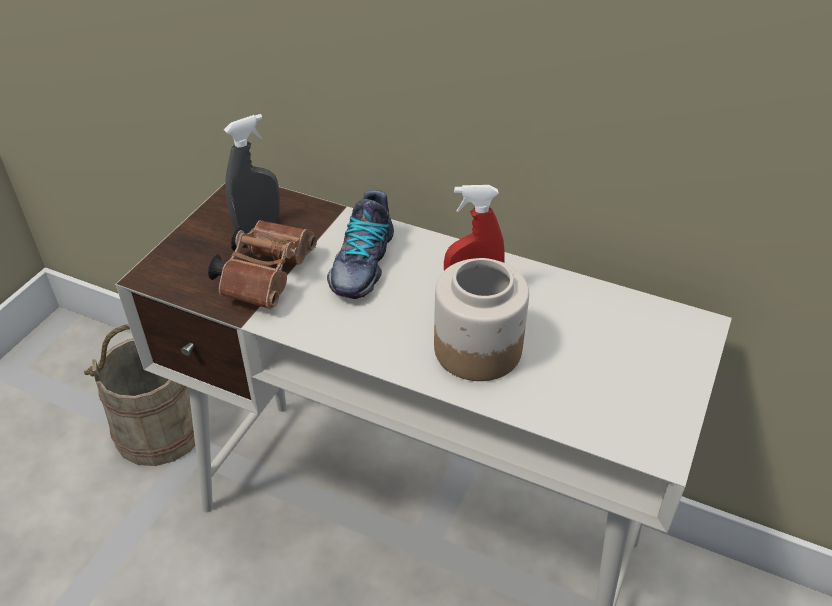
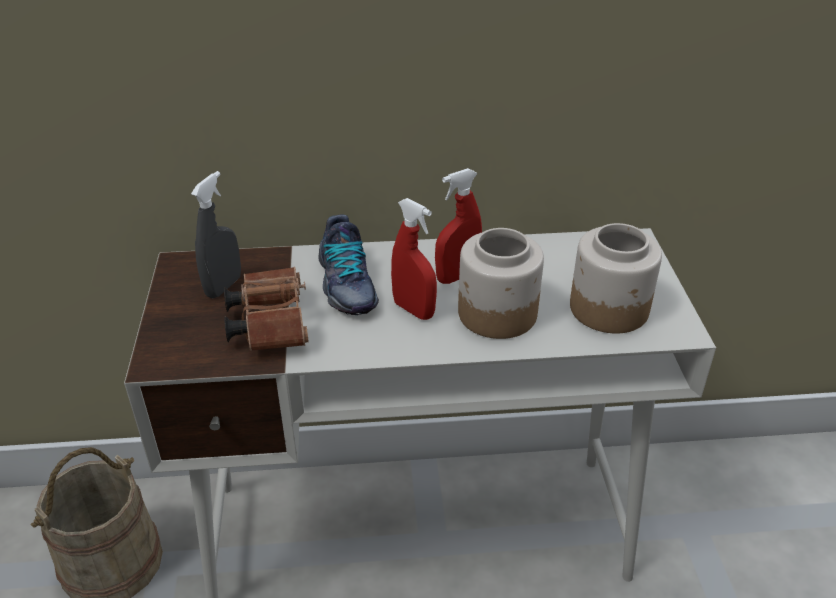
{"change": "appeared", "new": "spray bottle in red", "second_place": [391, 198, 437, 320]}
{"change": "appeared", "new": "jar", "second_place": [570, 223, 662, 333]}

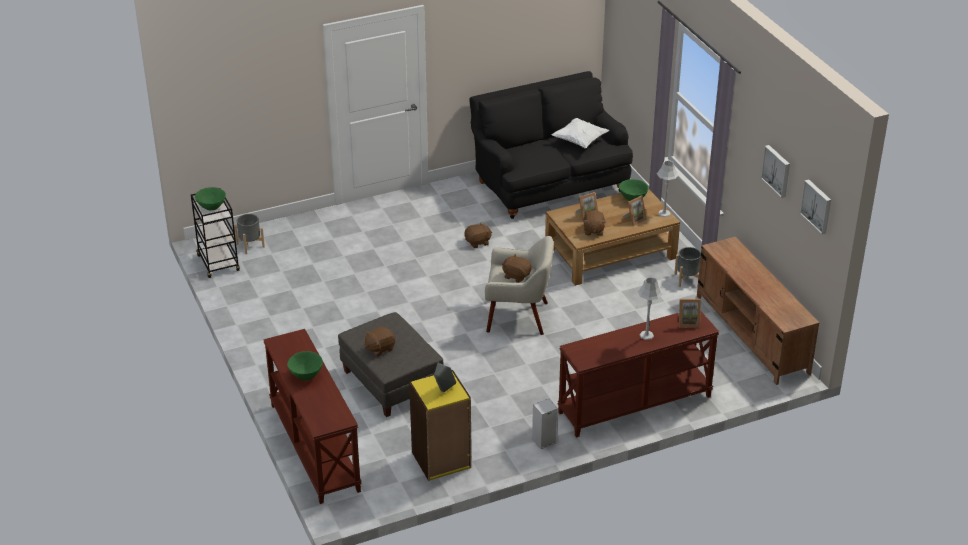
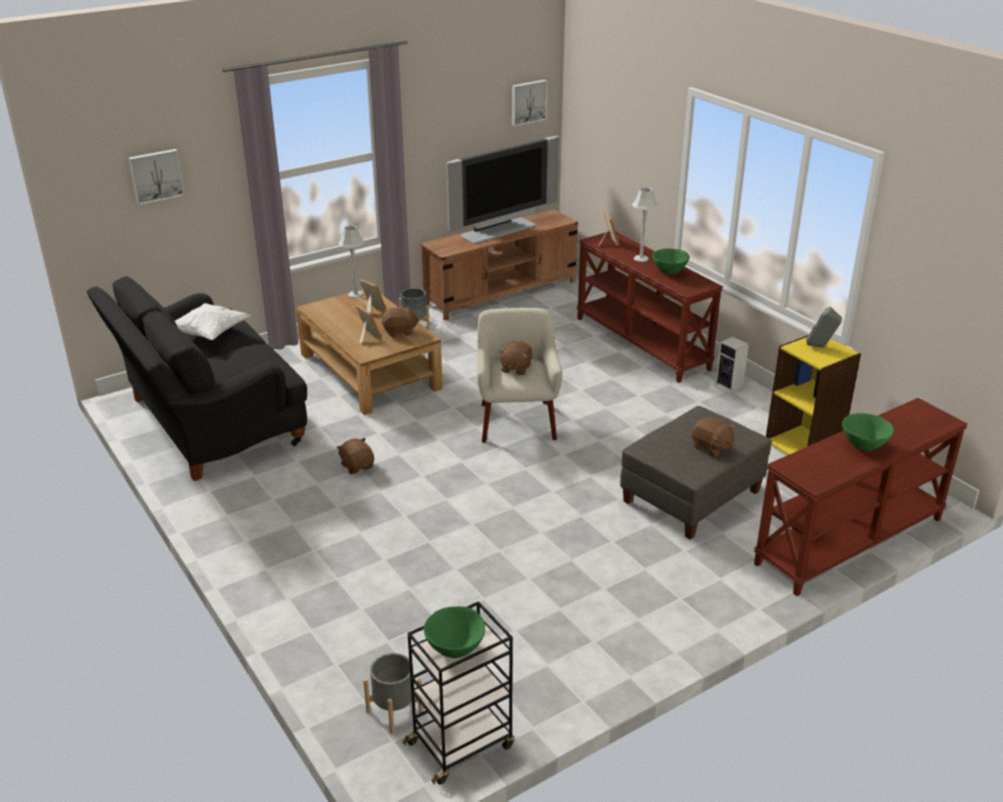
{"change": "relocated", "old": "bowl in green", "first_place": [619, 179, 649, 201], "second_place": [653, 249, 690, 275]}
{"change": "relocated", "old": "picture", "first_place": [761, 145, 790, 198], "second_place": [129, 149, 185, 205]}
{"change": "appeared", "new": "television", "second_place": [446, 136, 559, 244]}

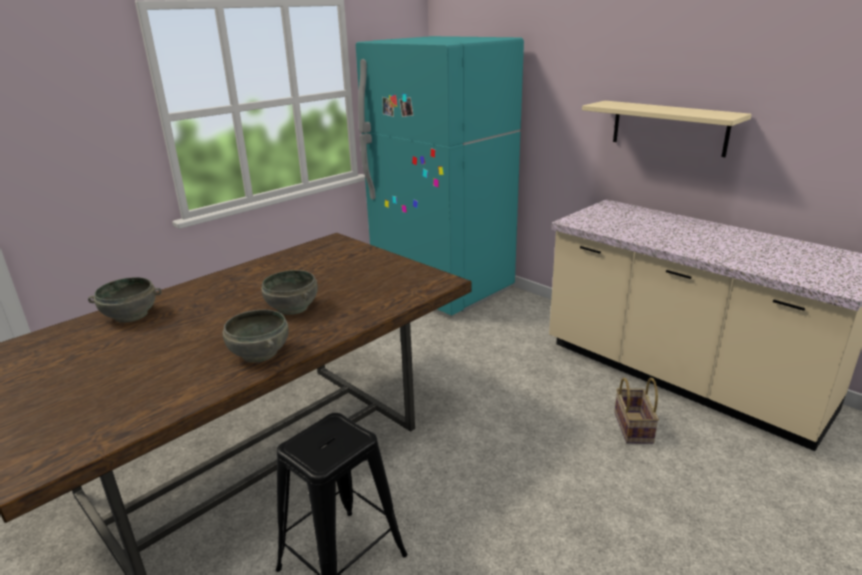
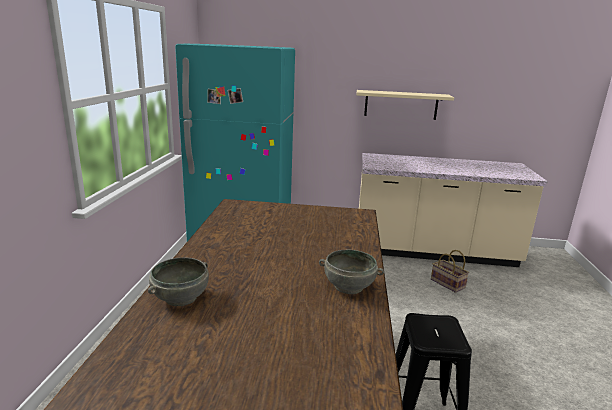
{"change": "missing", "old": "bowl in grey", "first_place": [261, 270, 318, 315]}

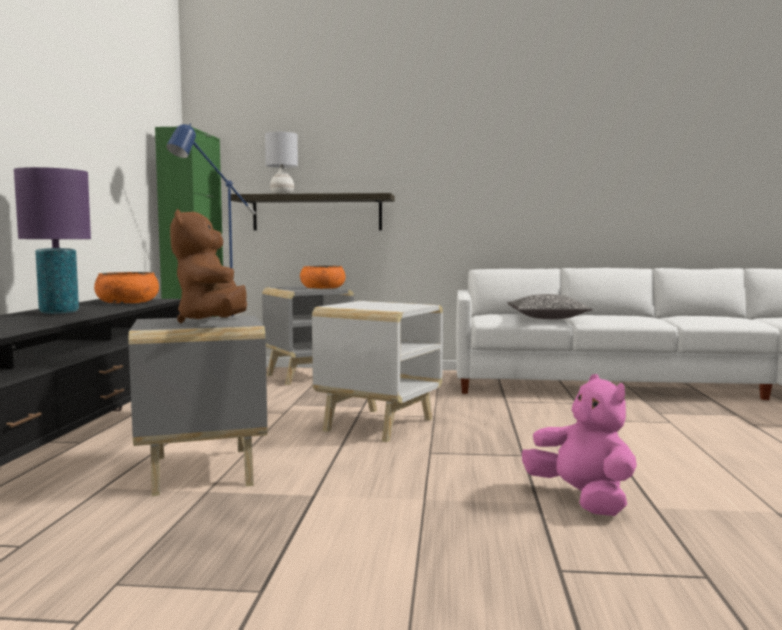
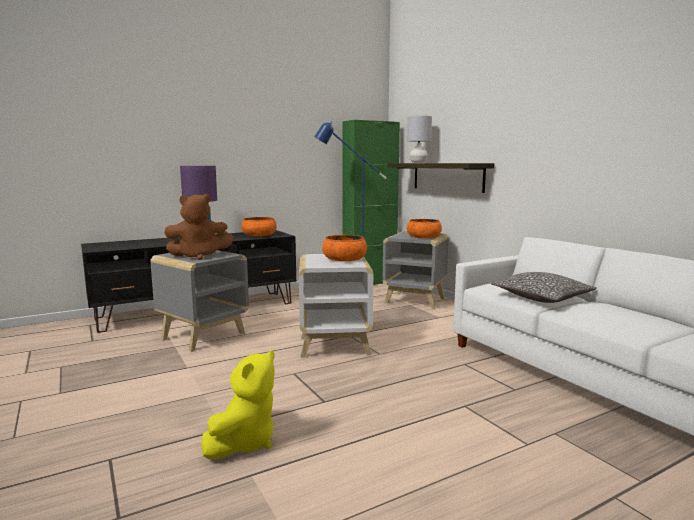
{"change": "spun", "old": "plush toy in brown", "first_place": [170, 209, 247, 323], "second_place": [164, 194, 234, 260], "degrees": -150}
{"change": "colour", "old": "plush toy in pink", "new": "plush toy in yellow", "first_place": [522, 374, 637, 516], "second_place": [201, 350, 275, 459]}
{"change": "appeared", "new": "bowl in orange", "second_place": [322, 235, 367, 261]}

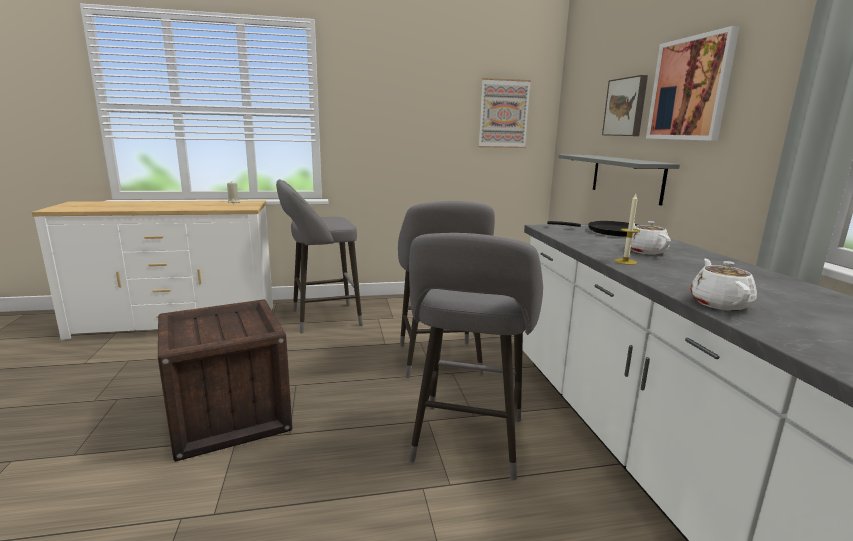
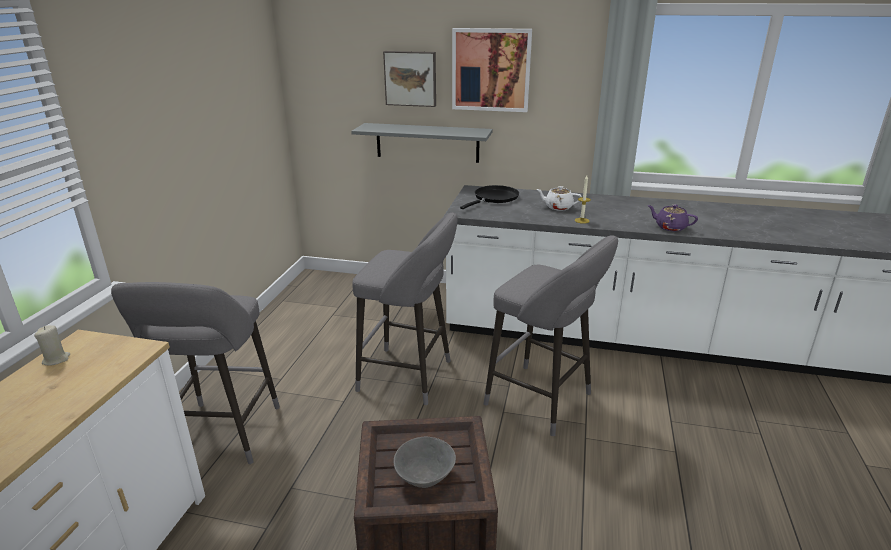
{"change": "missing", "old": "picture", "first_place": [479, 78, 531, 148]}
{"change": "colour", "old": "teapot in white", "new": "teapot in purple", "first_place": [690, 259, 757, 311], "second_place": [647, 204, 698, 231]}
{"change": "appeared", "new": "bowl in grey", "second_place": [394, 437, 456, 488]}

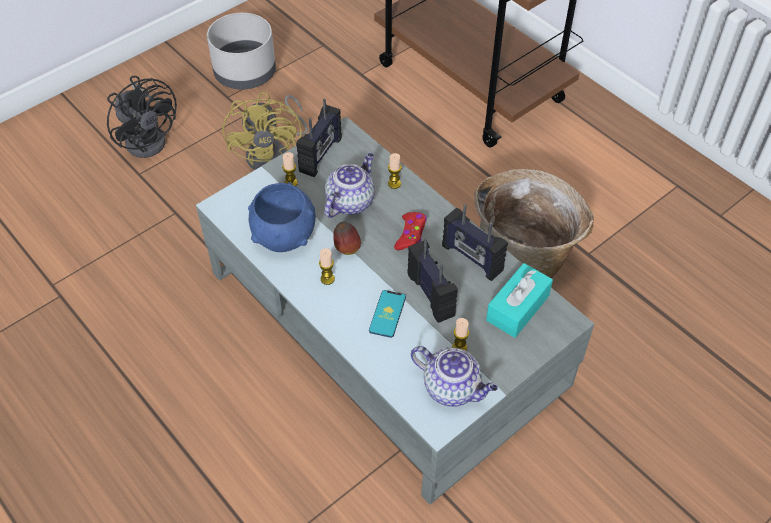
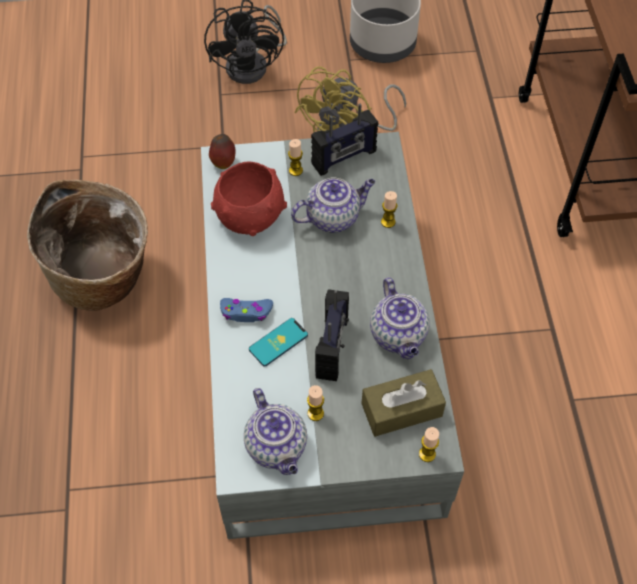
{"change": "colour", "old": "bowl in blue", "new": "bowl in red", "first_place": [248, 182, 316, 252], "second_place": [211, 161, 287, 236]}
{"change": "relocated", "old": "candle", "first_place": [319, 248, 335, 285], "second_place": [419, 427, 439, 462]}
{"change": "relocated", "old": "apple", "first_place": [333, 222, 361, 255], "second_place": [209, 134, 236, 169]}
{"change": "missing", "old": "game controller in red", "first_place": [394, 212, 427, 250]}
{"change": "exchanged", "old": "radio", "new": "teapot", "first_place": [442, 204, 508, 281], "second_place": [370, 277, 430, 359]}
{"change": "relocated", "old": "basket", "first_place": [475, 169, 594, 278], "second_place": [27, 180, 148, 311]}
{"change": "colour", "old": "tissue box in turquoise", "new": "tissue box in brown", "first_place": [486, 263, 553, 338], "second_place": [361, 369, 446, 437]}
{"change": "appeared", "new": "game controller in blue", "second_place": [220, 298, 273, 322]}

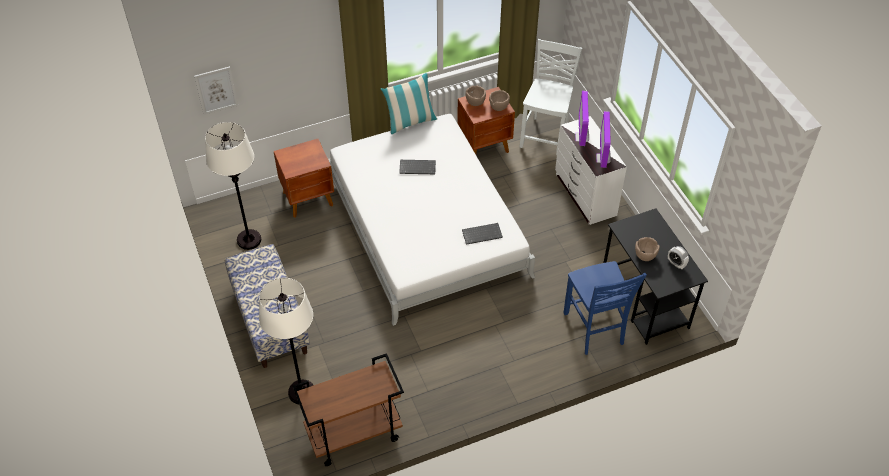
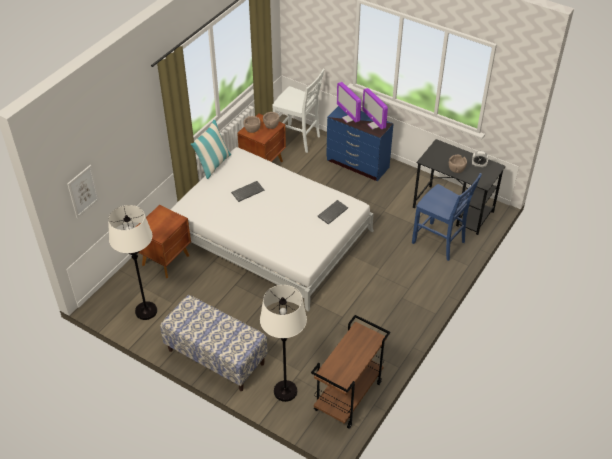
{"change": "spun", "old": "chair in white", "first_place": [520, 39, 582, 156], "second_place": [272, 69, 325, 153], "degrees": 135}
{"change": "colour", "old": "dresser in white", "new": "dresser in blue", "first_place": [555, 116, 627, 225], "second_place": [326, 106, 394, 181]}

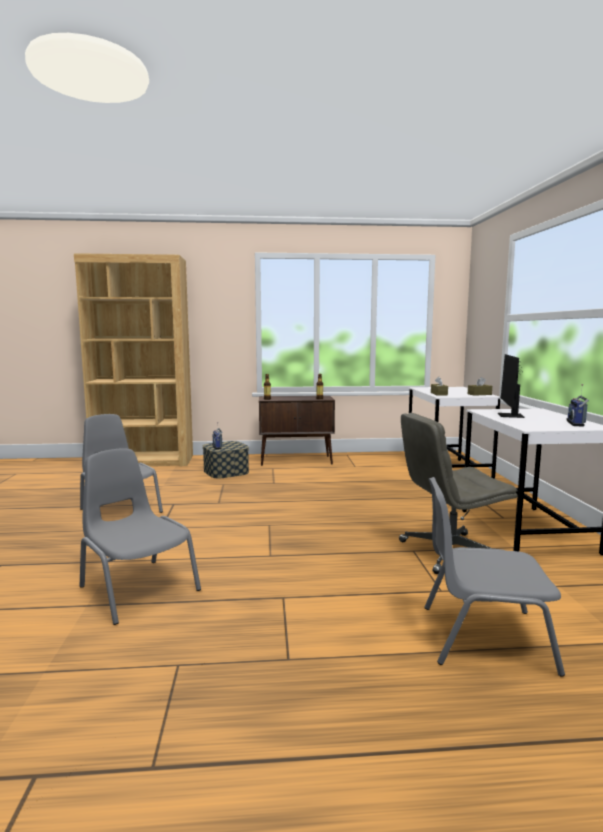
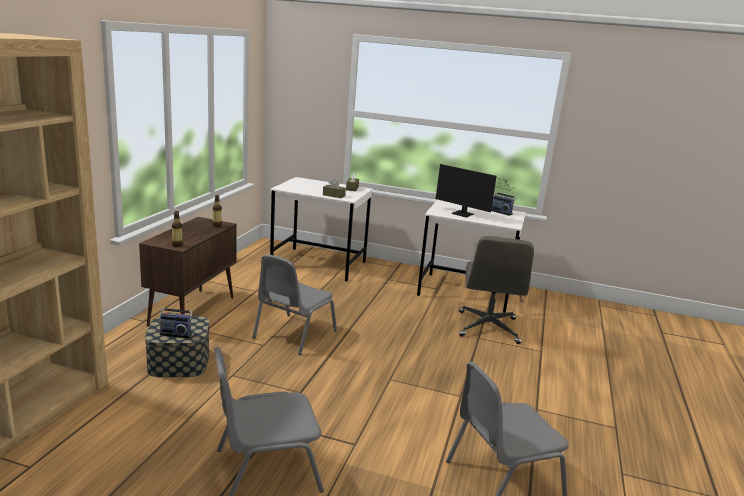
{"change": "relocated", "old": "chair in grey", "first_place": [424, 477, 565, 676], "second_place": [252, 254, 337, 355]}

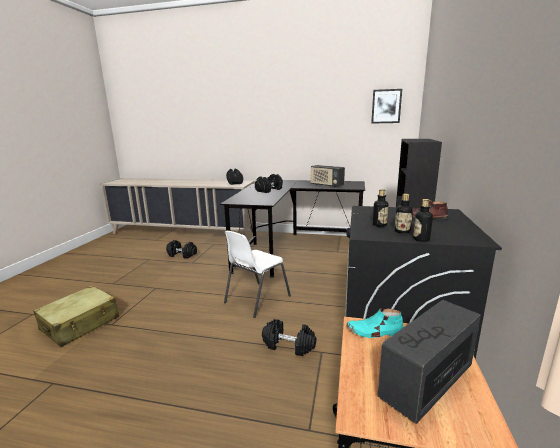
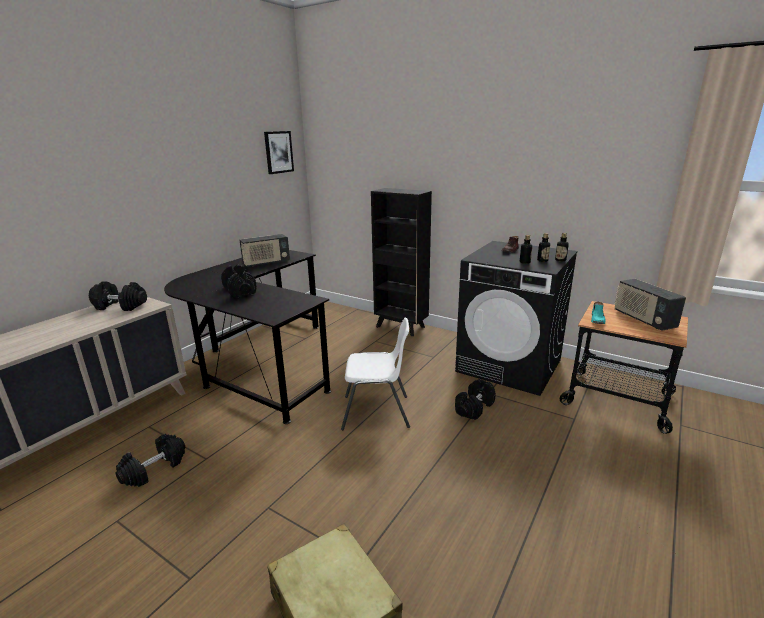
{"change": "spun", "old": "chair in white", "first_place": [224, 231, 291, 318], "second_place": [341, 318, 410, 430], "degrees": -60}

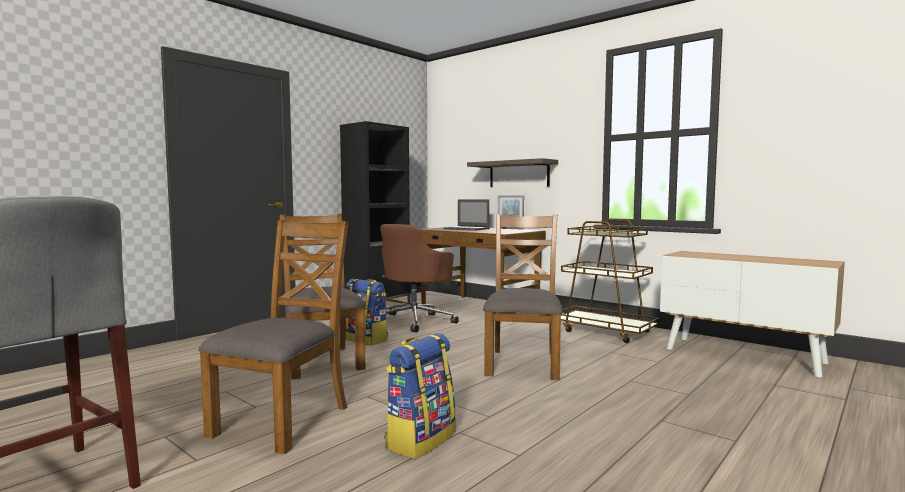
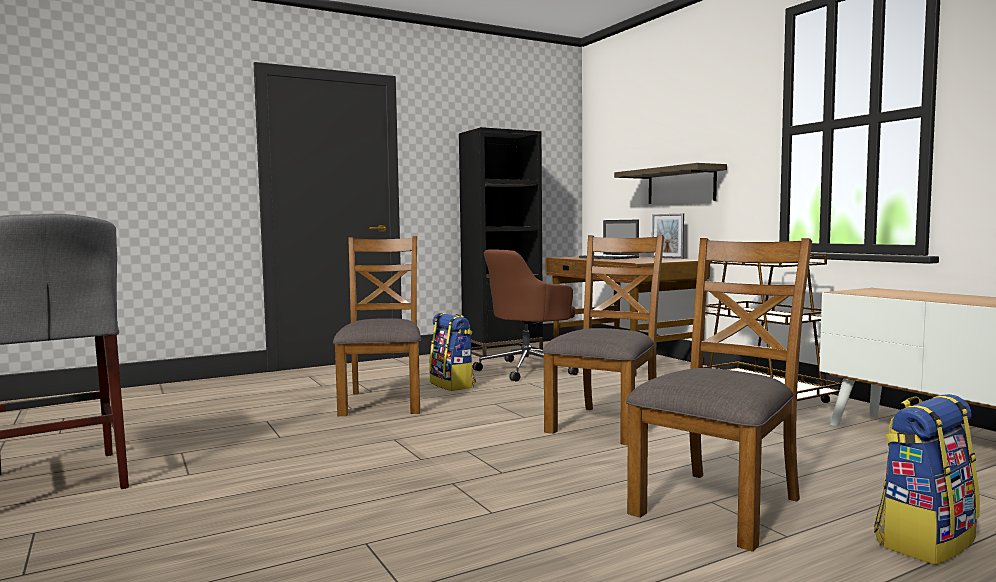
{"change": "relocated", "old": "chair in brown", "first_place": [198, 220, 348, 454], "second_place": [626, 238, 812, 552]}
{"change": "relocated", "old": "backpack", "first_place": [385, 333, 456, 459], "second_place": [874, 394, 980, 565]}

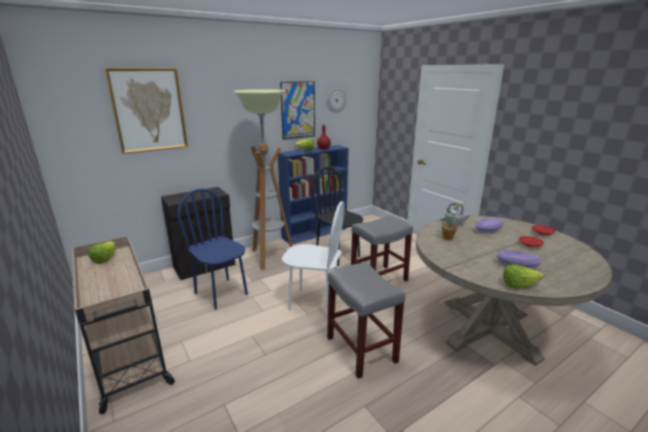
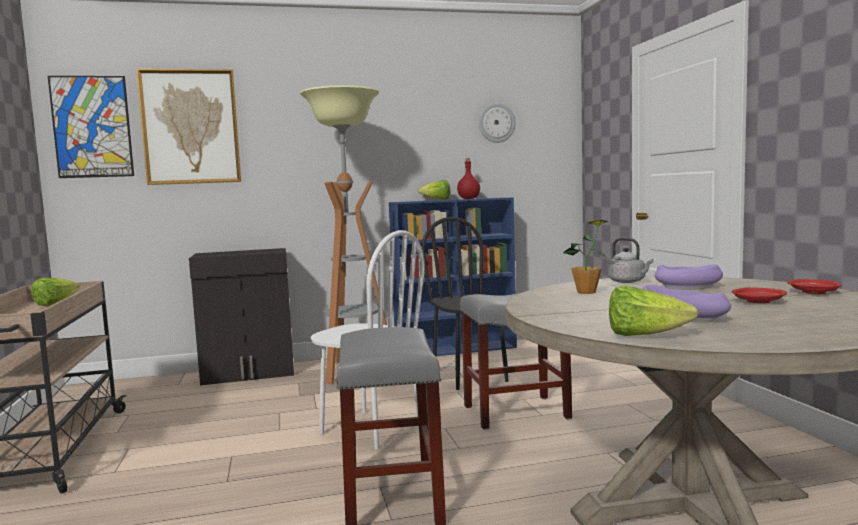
{"change": "missing", "old": "chair in blue", "first_place": [177, 188, 248, 310]}
{"change": "relocated", "old": "picture", "first_place": [280, 81, 315, 140], "second_place": [48, 76, 134, 178]}

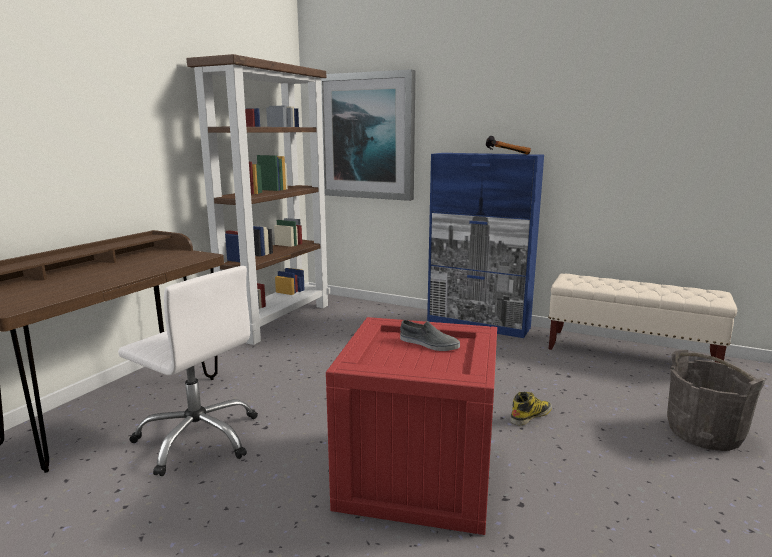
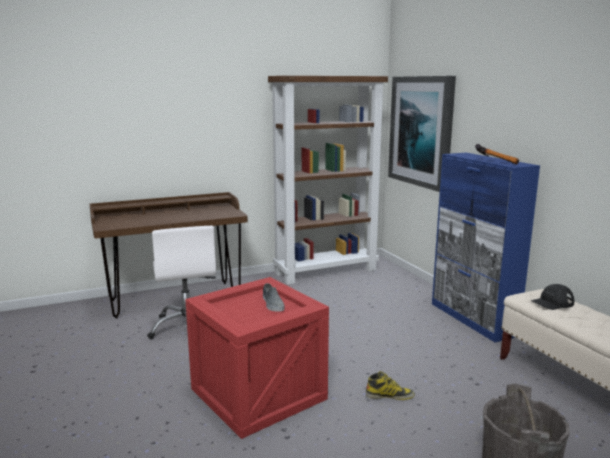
{"change": "appeared", "new": "cap in black", "second_place": [531, 284, 574, 310]}

